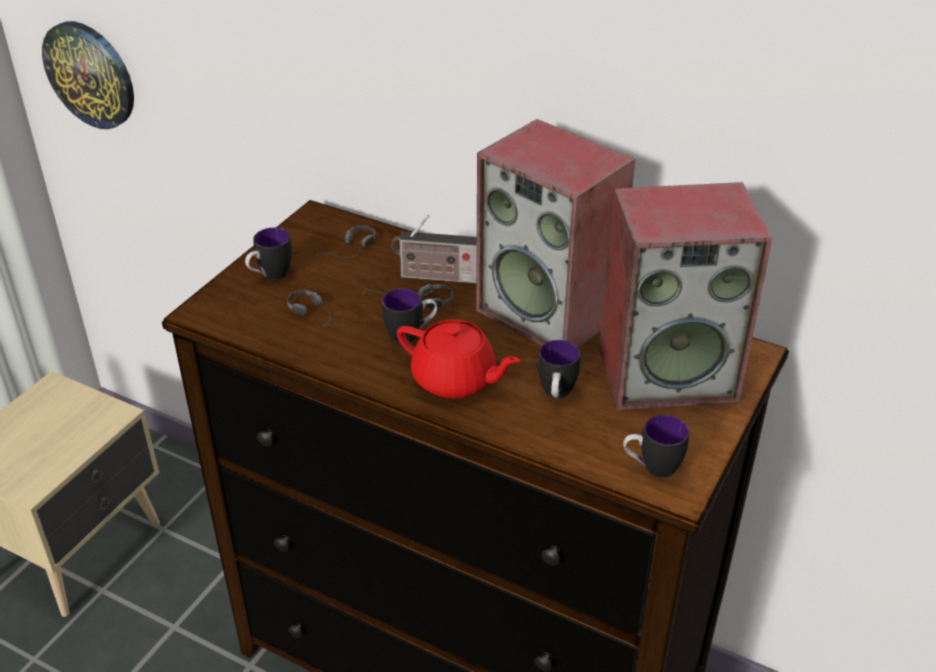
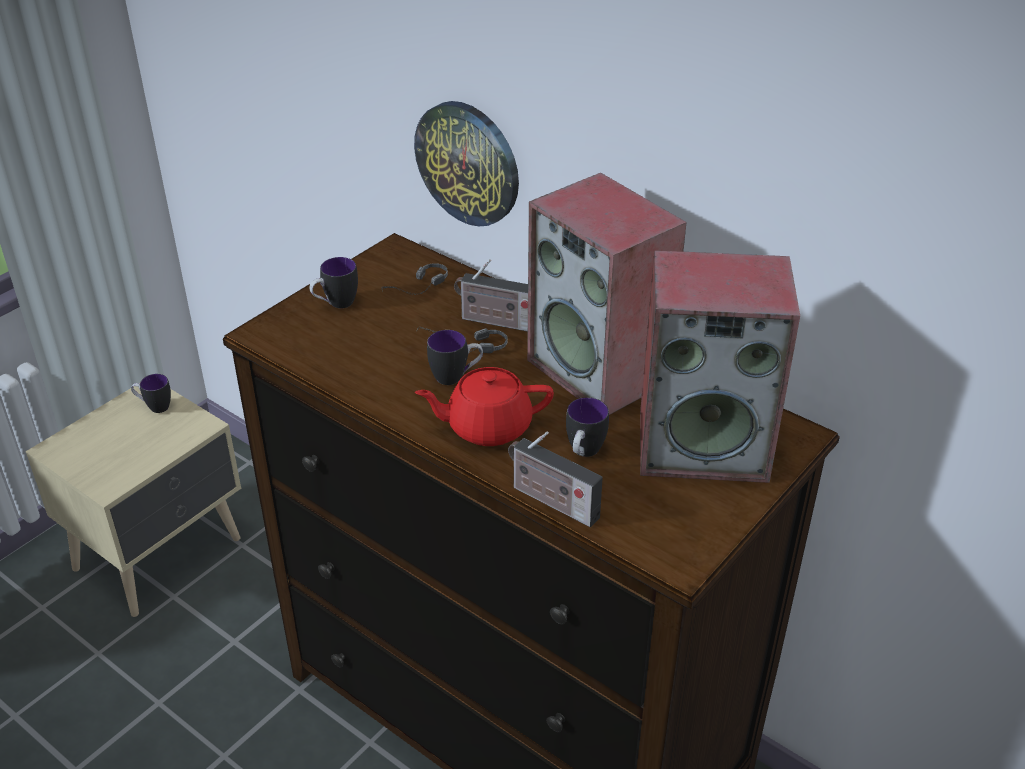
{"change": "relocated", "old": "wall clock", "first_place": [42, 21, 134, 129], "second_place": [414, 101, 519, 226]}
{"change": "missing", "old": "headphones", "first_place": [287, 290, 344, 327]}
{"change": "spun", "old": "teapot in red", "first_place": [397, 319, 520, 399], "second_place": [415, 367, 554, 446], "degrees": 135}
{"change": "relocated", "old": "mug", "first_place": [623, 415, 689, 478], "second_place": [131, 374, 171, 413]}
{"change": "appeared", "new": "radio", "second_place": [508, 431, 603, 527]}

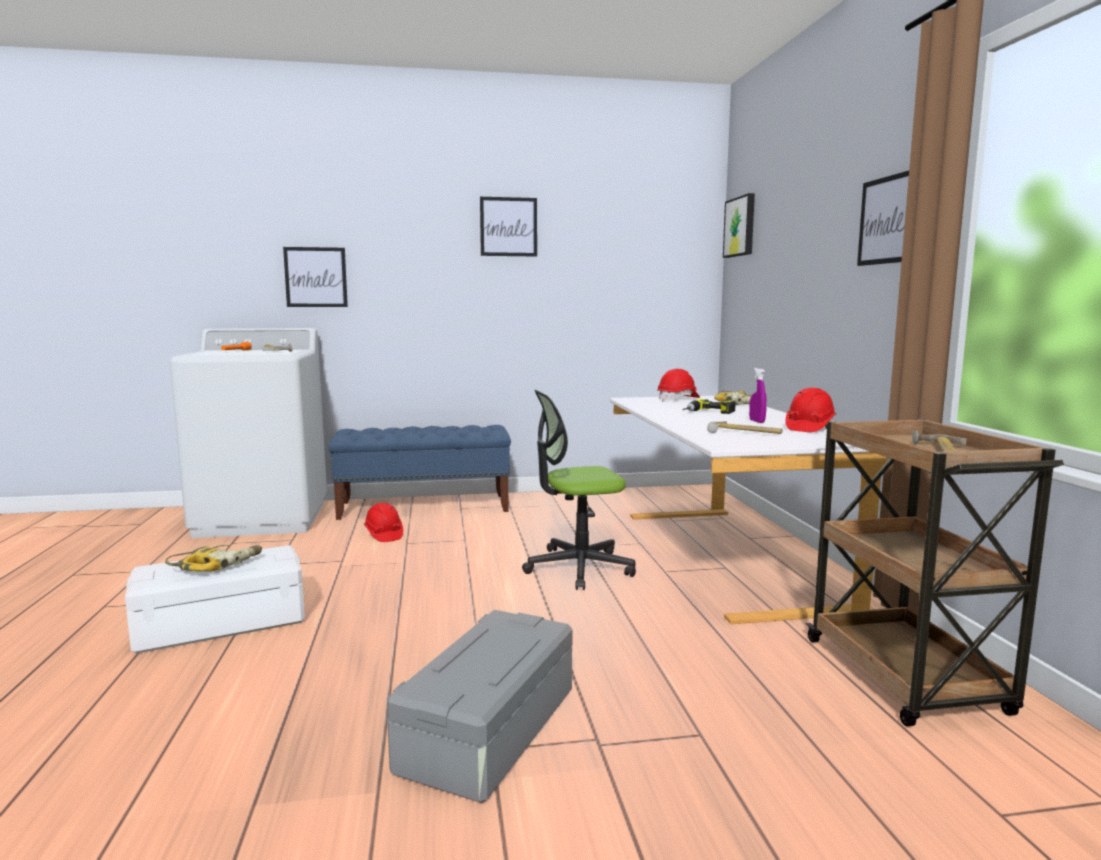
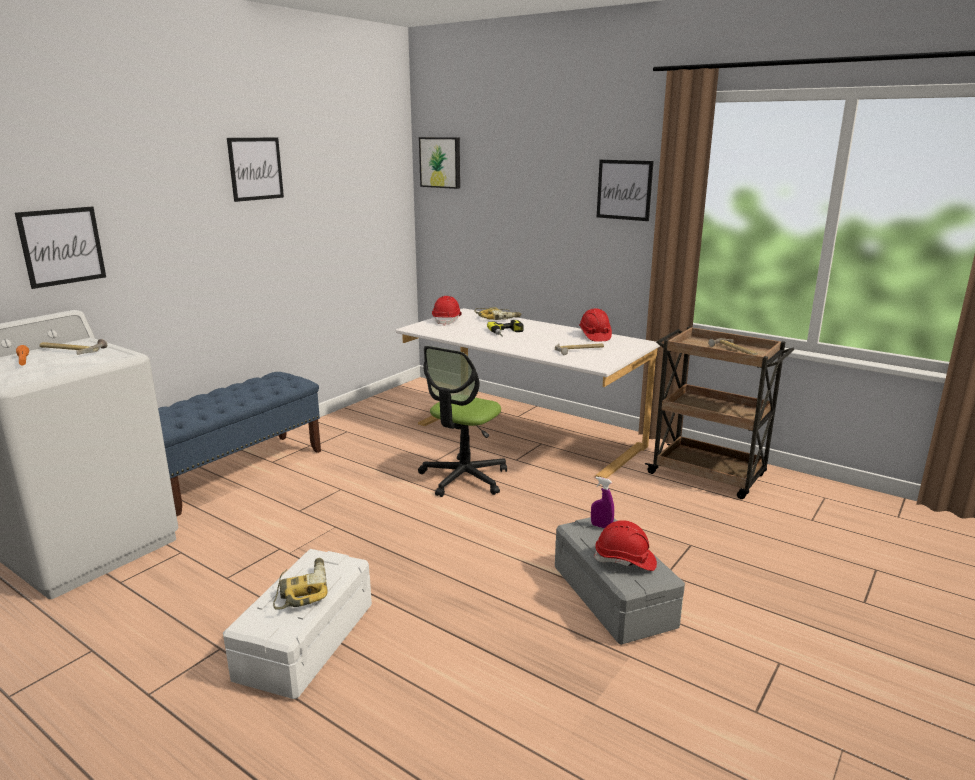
{"change": "relocated", "old": "hard hat in red", "first_place": [364, 503, 403, 542], "second_place": [594, 520, 657, 571]}
{"change": "relocated", "old": "spray bottle in purple", "first_place": [749, 368, 767, 423], "second_place": [591, 477, 614, 528]}

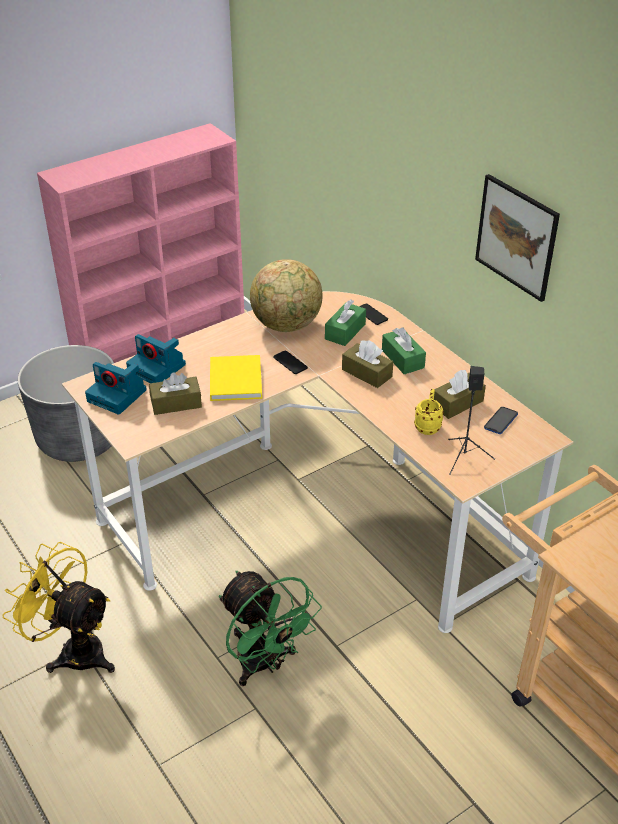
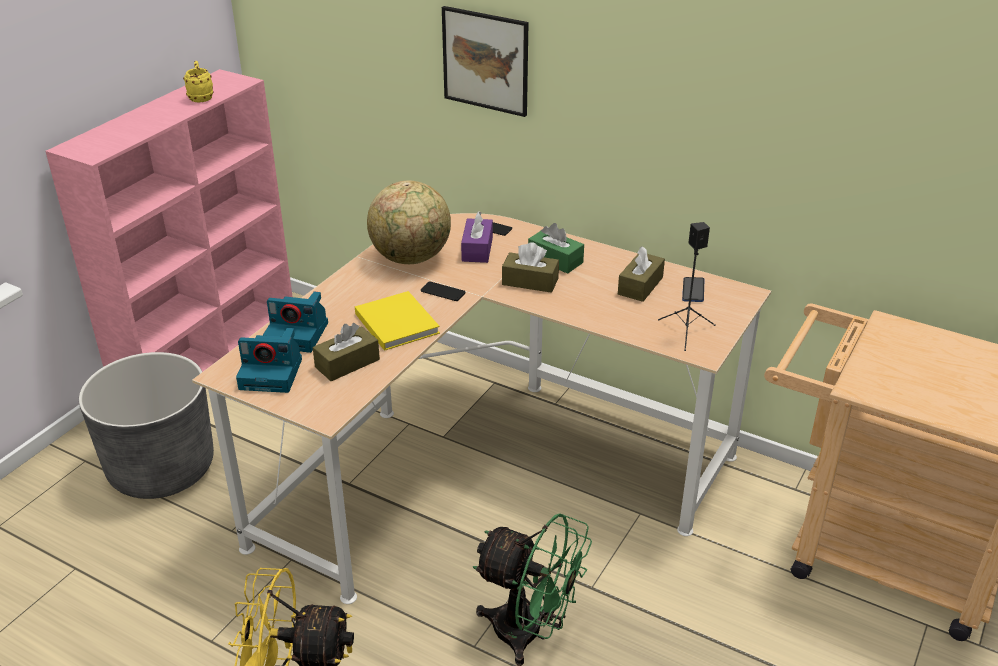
{"change": "colour", "old": "tissue box in green", "new": "tissue box in purple", "first_place": [325, 299, 366, 346], "second_place": [461, 211, 493, 263]}
{"change": "relocated", "old": "mug in yellow", "first_place": [414, 389, 444, 435], "second_place": [183, 61, 214, 102]}
{"change": "relocated", "old": "picture", "first_place": [475, 174, 560, 302], "second_place": [442, 6, 529, 117]}

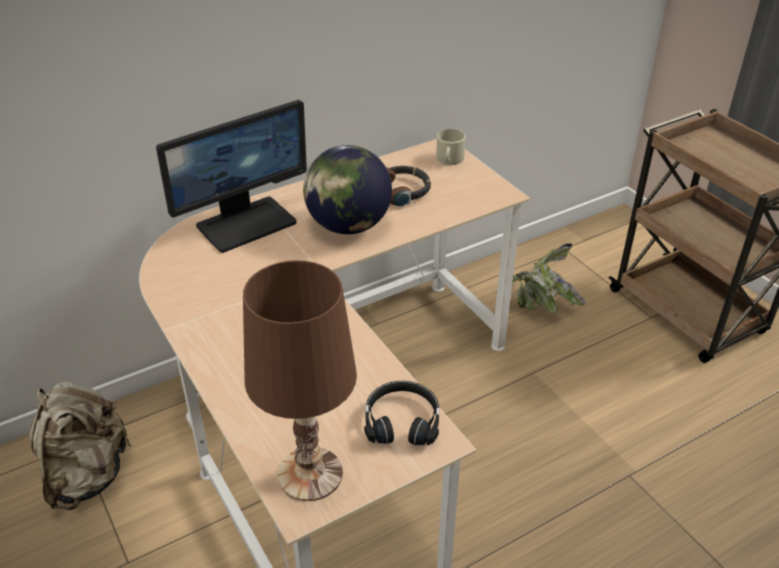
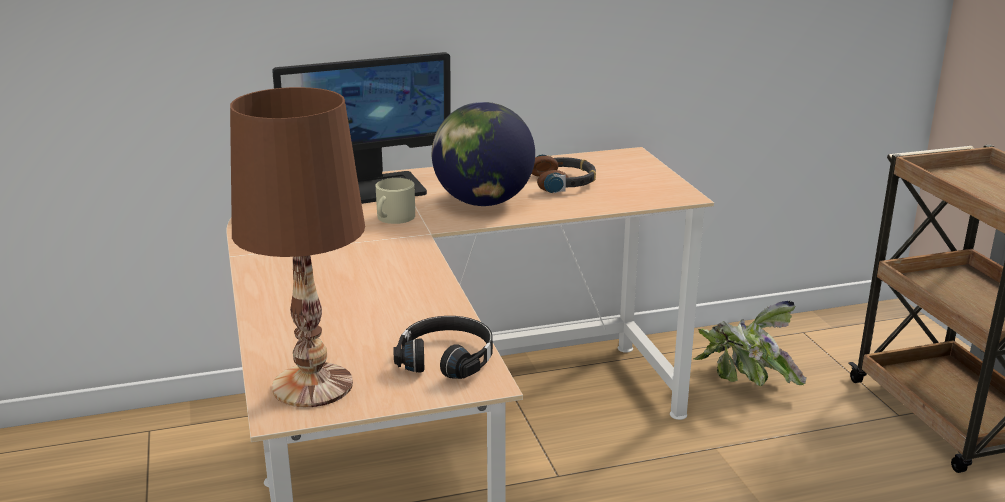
{"change": "missing", "old": "backpack in beige", "first_place": [29, 382, 131, 510]}
{"change": "relocated", "old": "mug in beige", "first_place": [436, 129, 466, 165], "second_place": [376, 178, 415, 224]}

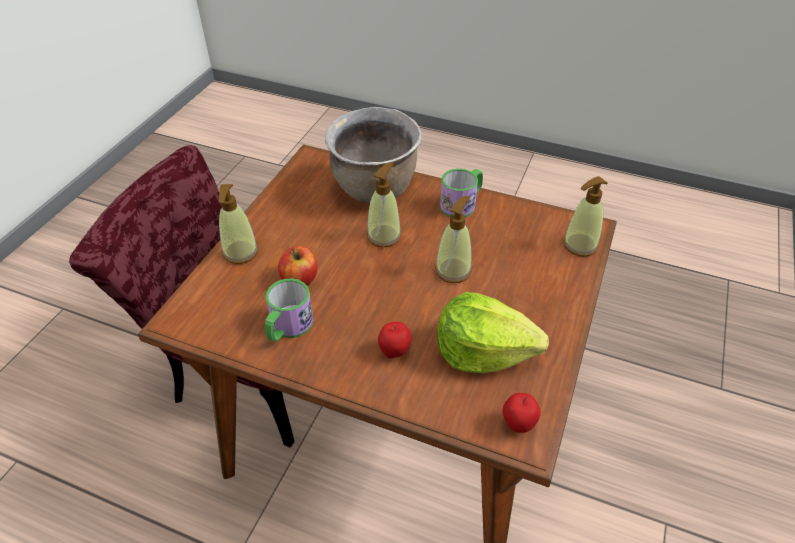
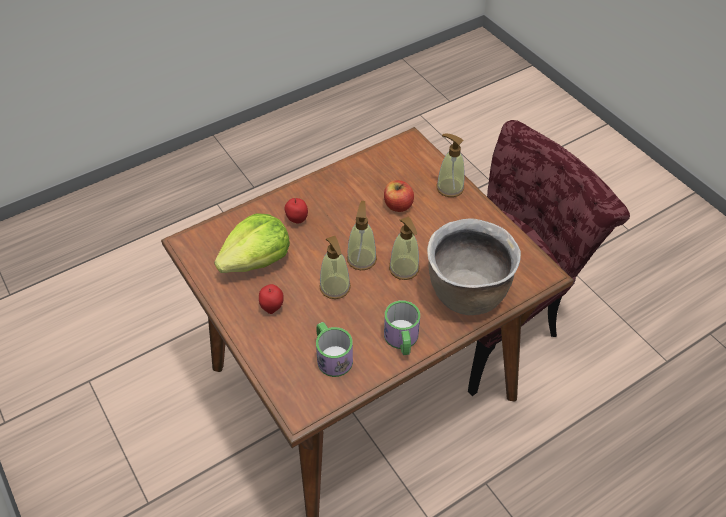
{"change": "relocated", "old": "mug", "first_place": [265, 279, 313, 342], "second_place": [316, 322, 353, 377]}
{"change": "relocated", "old": "apple", "first_place": [503, 393, 541, 433], "second_place": [259, 284, 284, 314]}
{"change": "relocated", "old": "soap dispenser", "first_place": [563, 176, 607, 257], "second_place": [347, 201, 377, 270]}

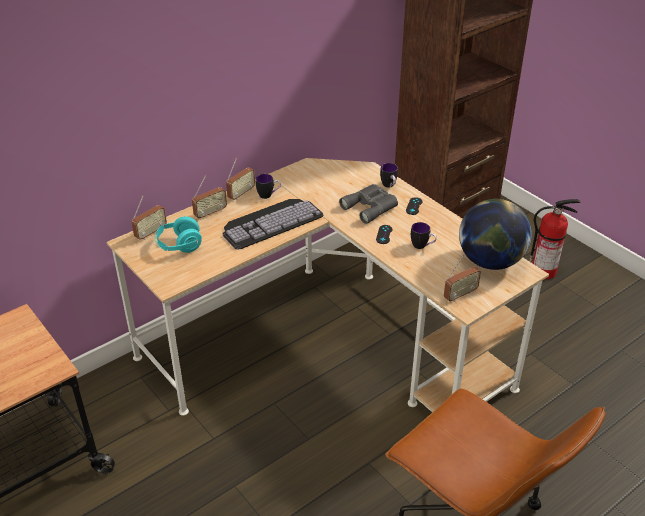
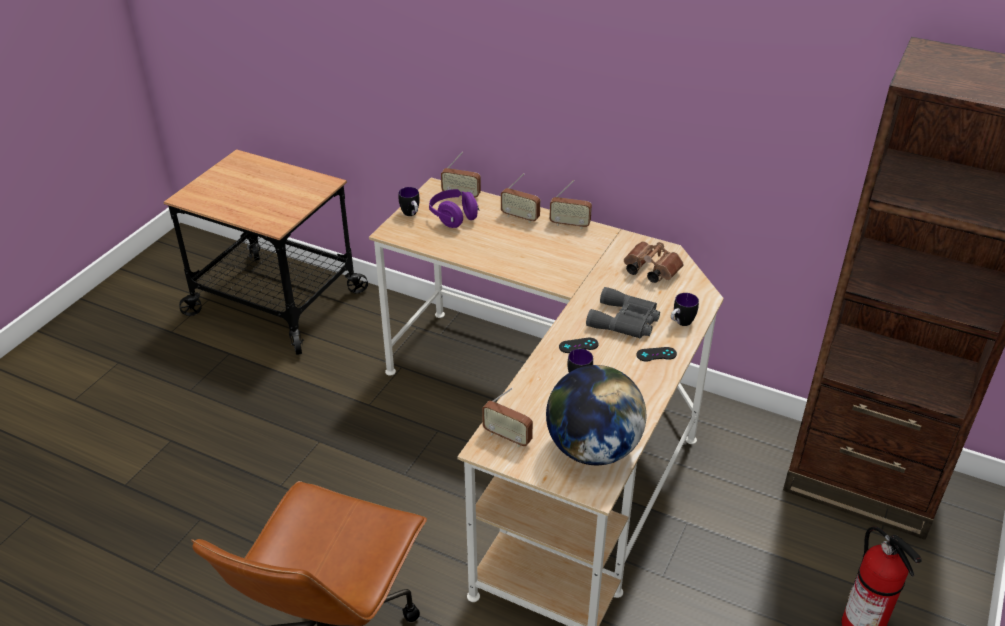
{"change": "colour", "old": "headphones in turquoise", "new": "headphones in purple", "first_place": [155, 216, 202, 253], "second_place": [429, 189, 480, 228]}
{"change": "missing", "old": "keyboard", "first_place": [223, 199, 323, 250]}
{"change": "relocated", "old": "mug", "first_place": [256, 174, 281, 199], "second_place": [398, 187, 420, 216]}
{"change": "appeared", "new": "binoculars in brown", "second_place": [624, 241, 683, 283]}

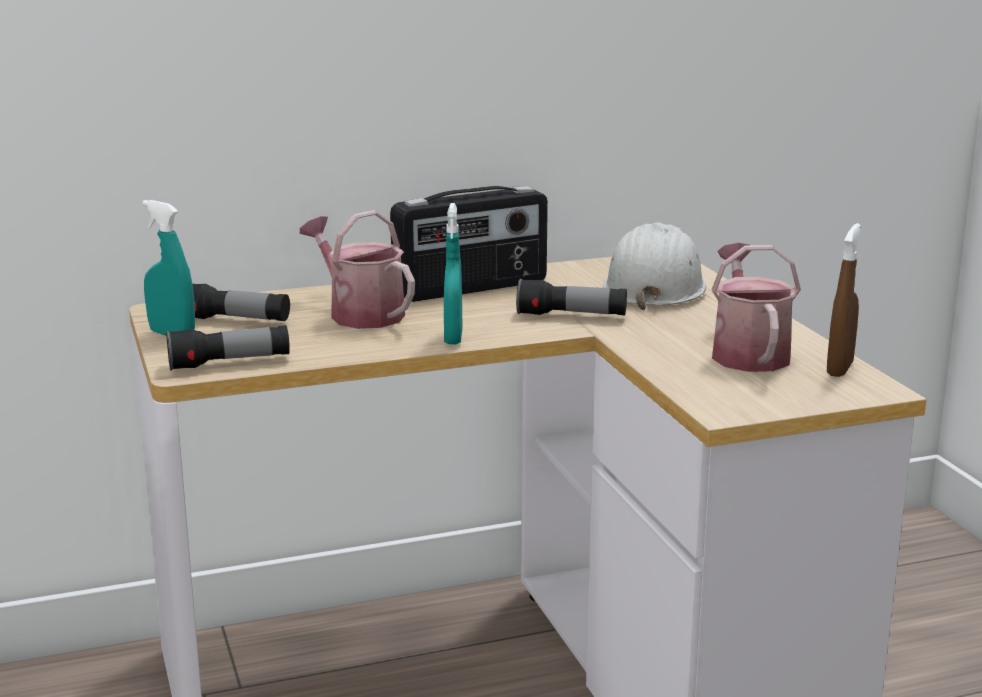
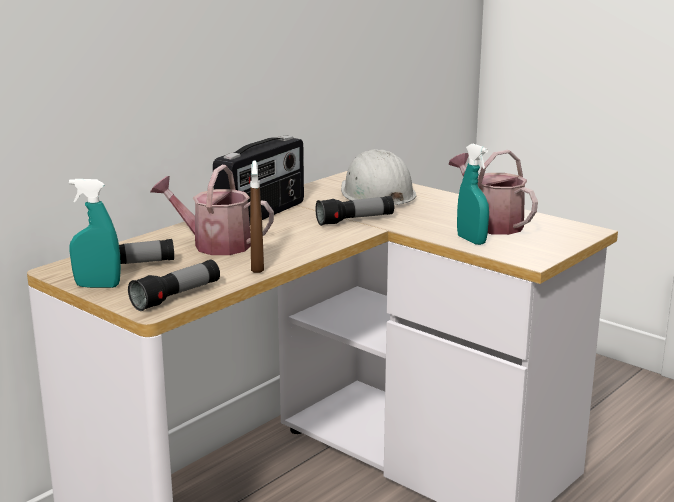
{"change": "relocated", "old": "spray bottle in turquoise", "first_place": [444, 203, 462, 344], "second_place": [457, 144, 489, 245]}
{"change": "relocated", "old": "spray bottle in brown", "first_place": [827, 223, 861, 377], "second_place": [250, 160, 264, 273]}

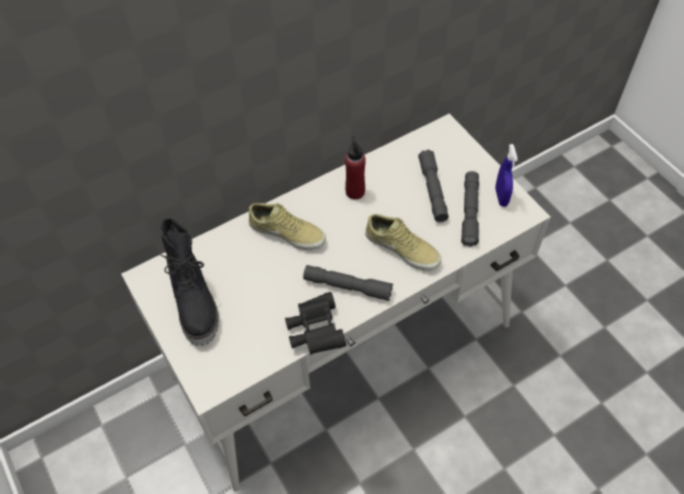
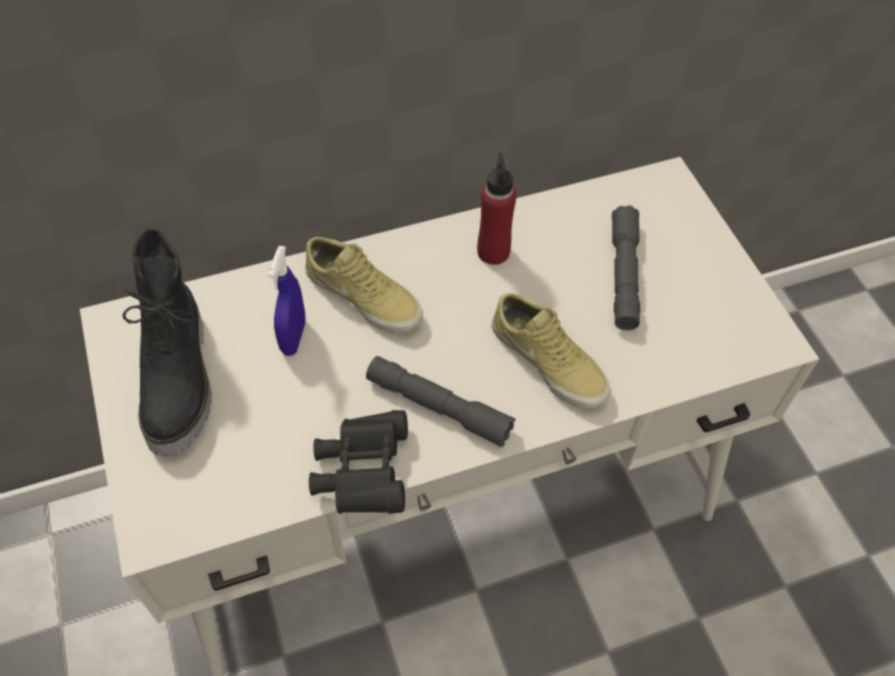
{"change": "missing", "old": "flashlight in grey", "first_place": [461, 171, 479, 247]}
{"change": "relocated", "old": "spray bottle in blue", "first_place": [495, 144, 518, 207], "second_place": [268, 246, 306, 356]}

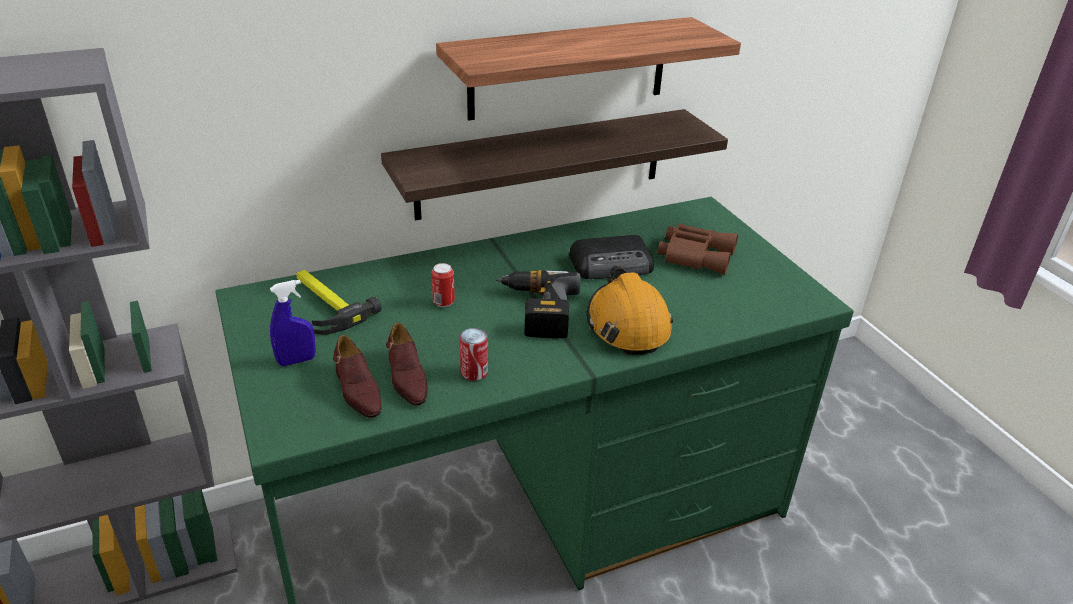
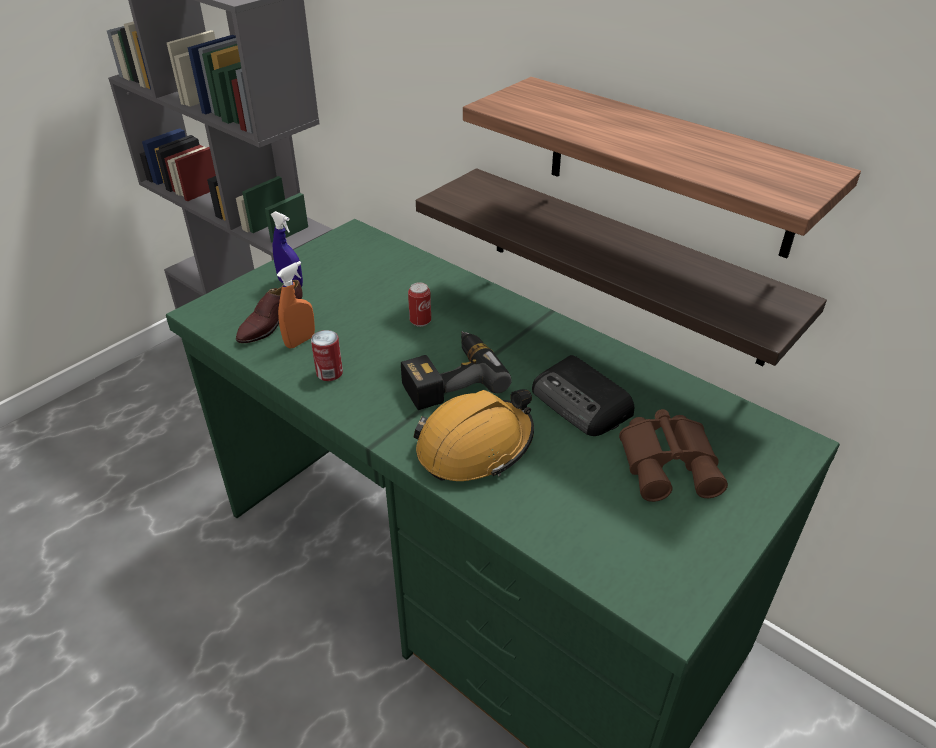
{"change": "missing", "old": "hammer", "first_place": [296, 270, 382, 335]}
{"change": "exchanged", "old": "shoe in brown", "new": "spray bottle in orange", "first_place": [386, 323, 427, 405], "second_place": [277, 261, 315, 348]}

